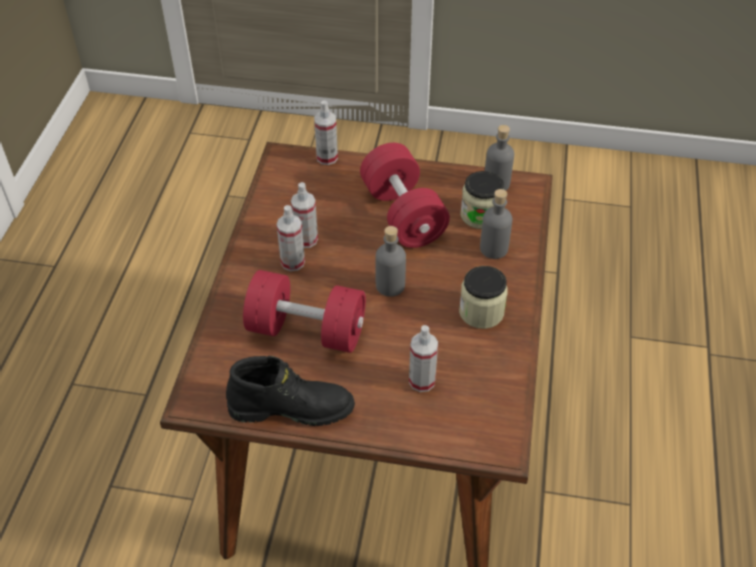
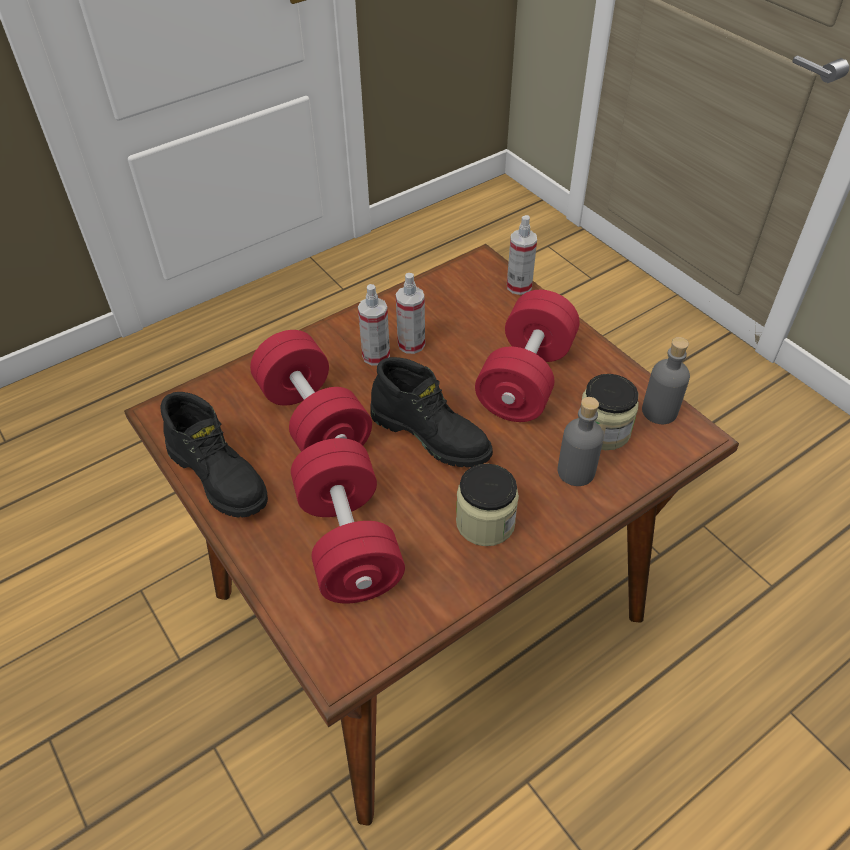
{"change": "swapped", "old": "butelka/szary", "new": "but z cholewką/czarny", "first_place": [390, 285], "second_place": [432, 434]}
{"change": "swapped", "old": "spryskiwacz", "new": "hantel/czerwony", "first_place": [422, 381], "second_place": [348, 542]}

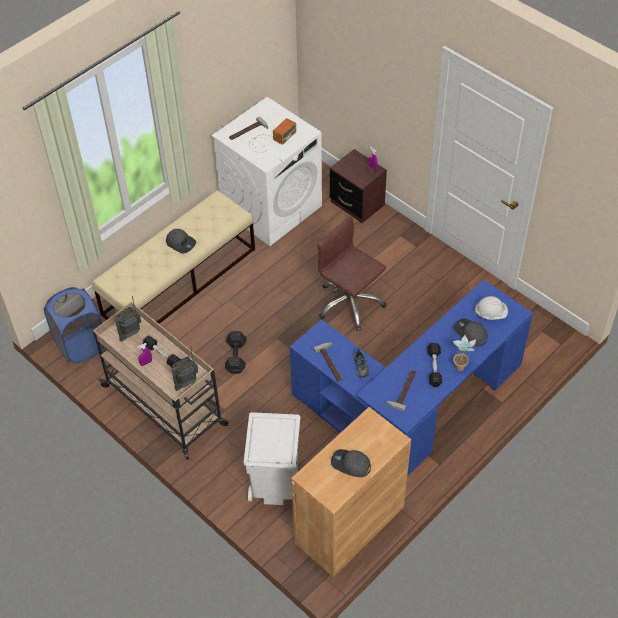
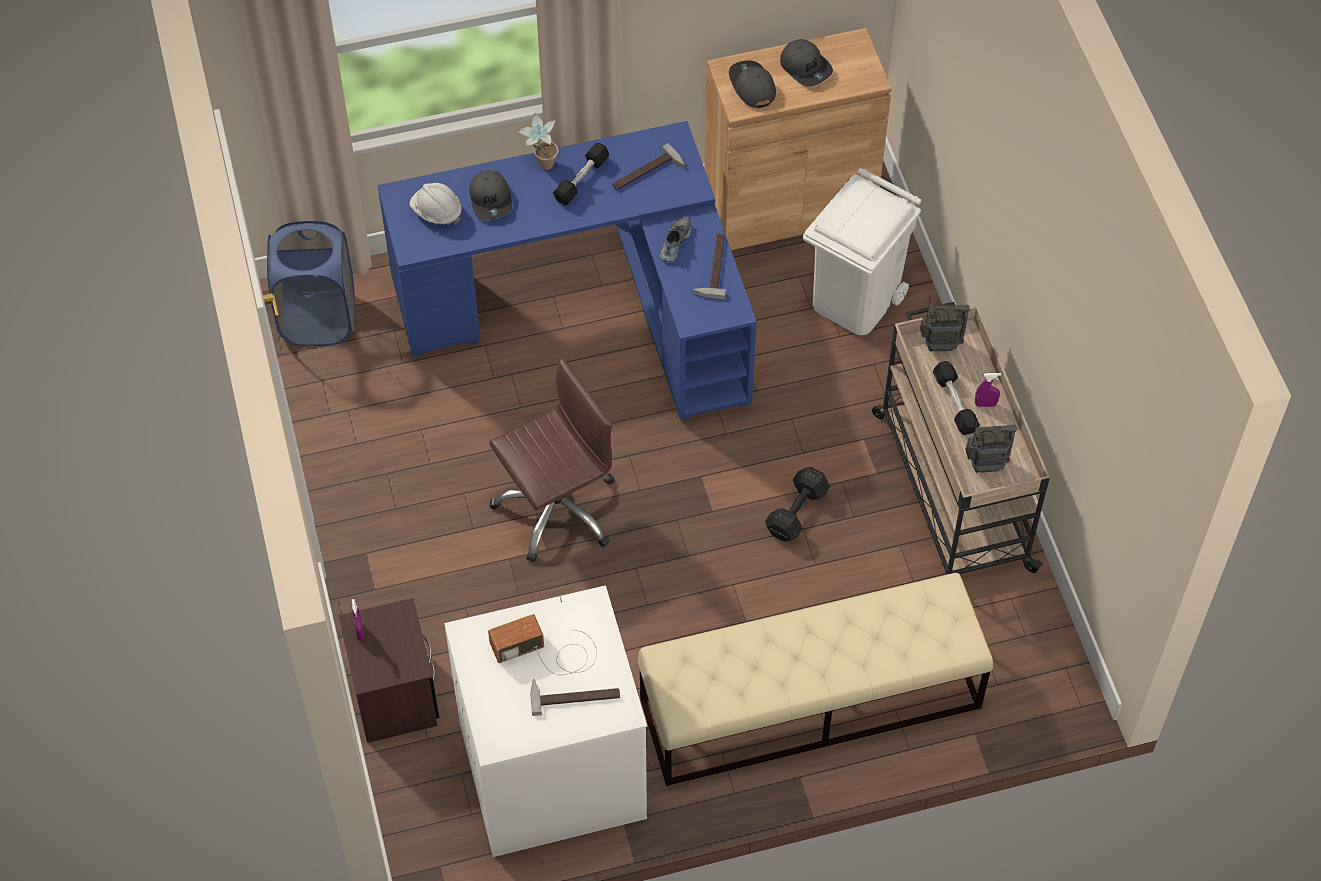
{"change": "shifted", "old": "kosz na pranie/niebieski", "first_place": [81, 345], "second_place": [318, 319]}
{"change": "shifted", "old": "czapka z daszkiem/szary", "first_place": [181, 243], "second_place": [751, 86]}
{"change": "rotated", "old": "krzesło biurowe/brązowy", "first_place": [350, 304], "second_place": [556, 508], "degrees": -105}

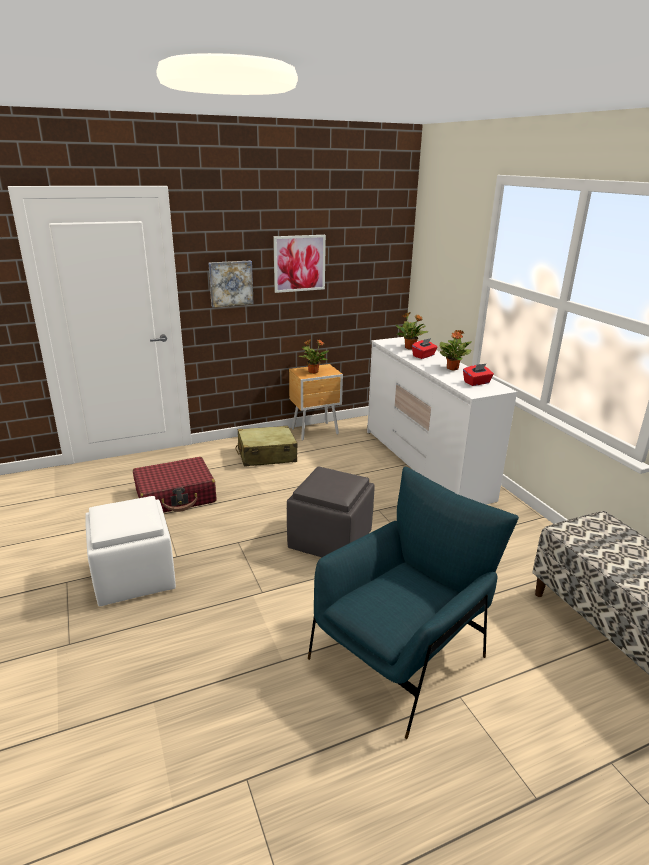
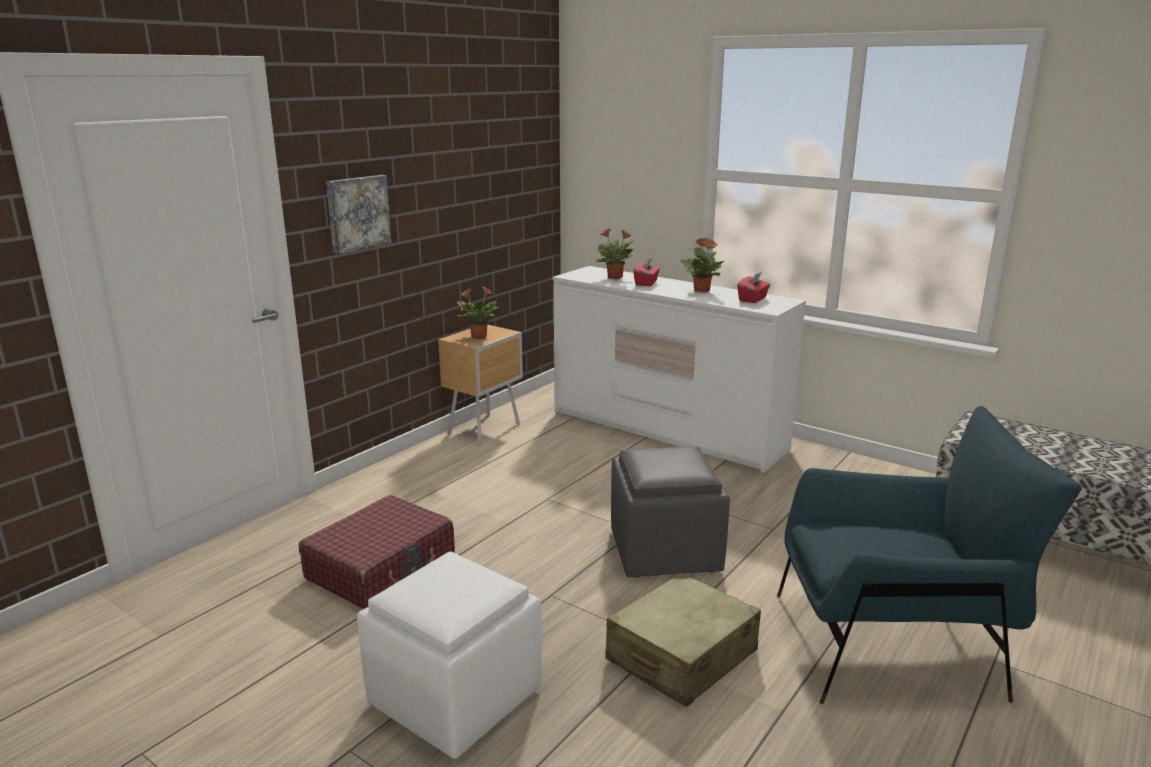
{"change": "gone", "old": "obraz", "first_place": [299, 263]}
{"change": "shifted", "old": "walizka/beżowy", "first_place": [266, 455], "second_place": [681, 656]}
{"change": "rotated", "old": "fotel/niebieski", "first_place": [401, 654], "second_place": [893, 644], "degrees": 75}

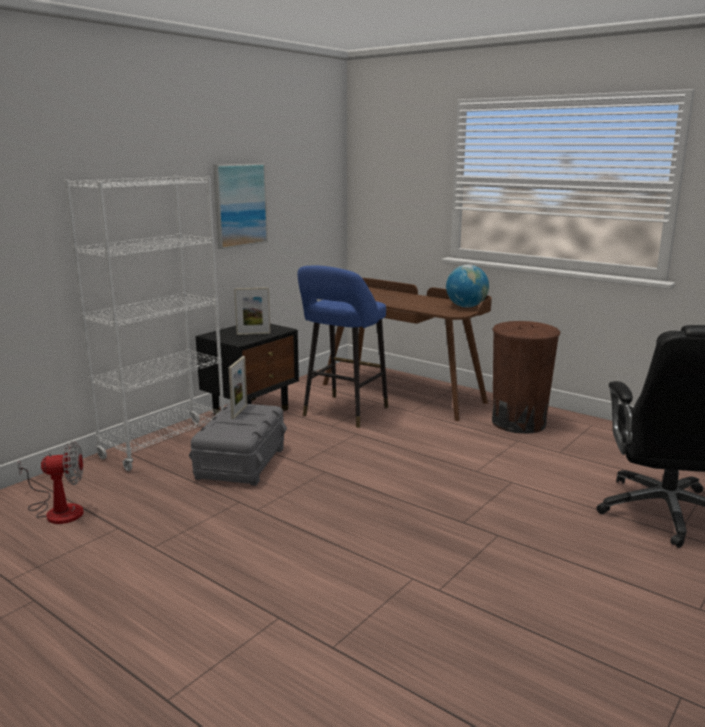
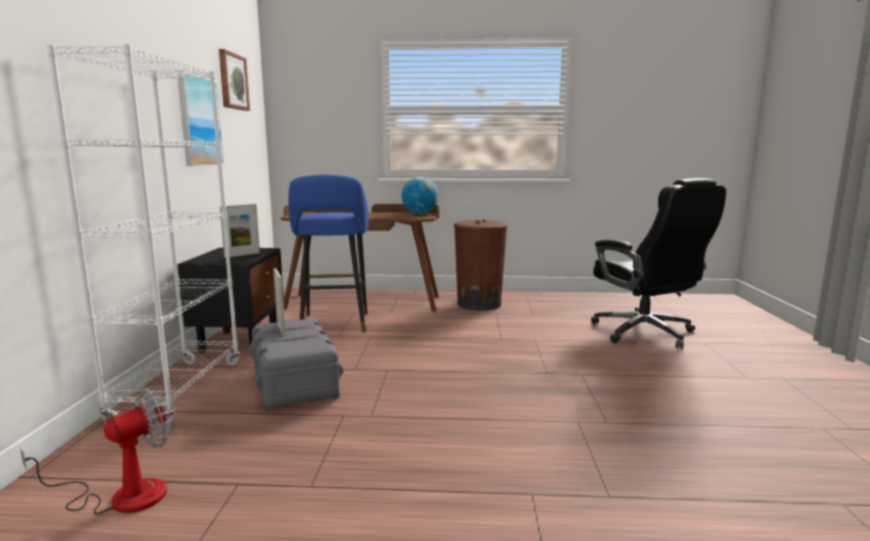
{"change": "new", "new": "obraz", "second_place": [232, 81]}

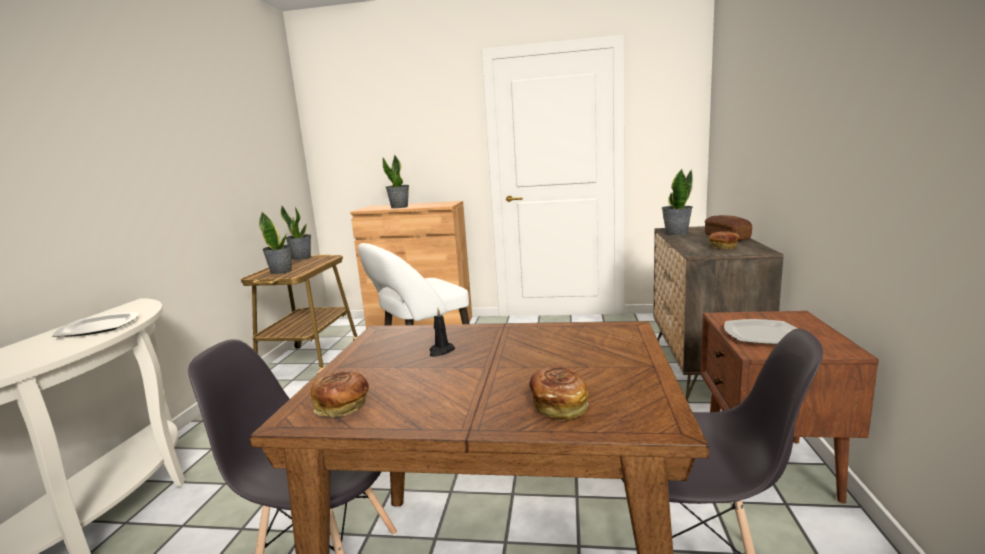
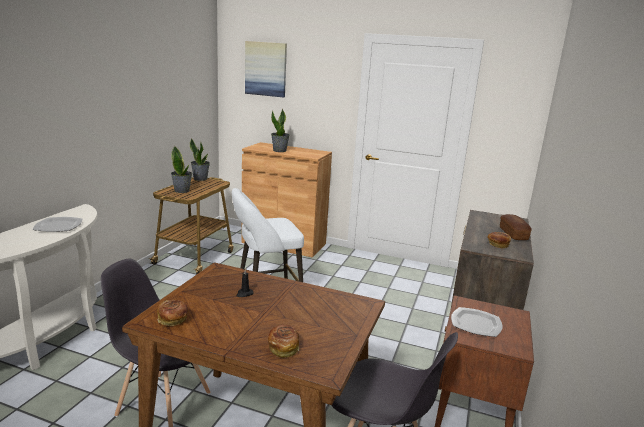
{"change": "gone", "old": "roślina doniczkowa", "first_place": [676, 233]}
{"change": "new", "new": "obraz", "second_place": [266, 69]}

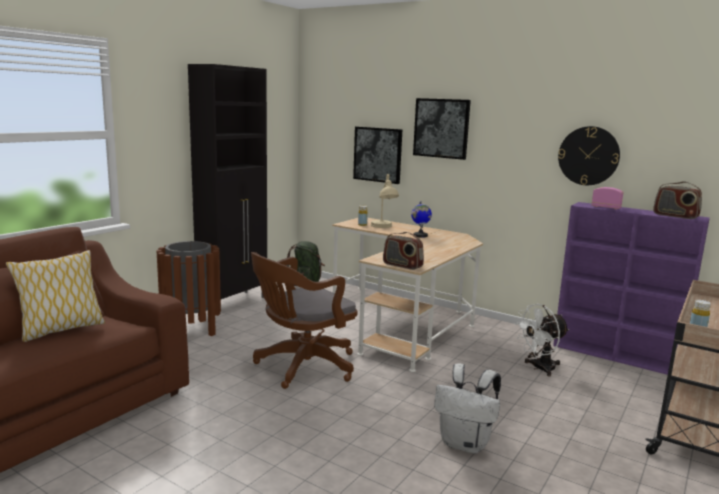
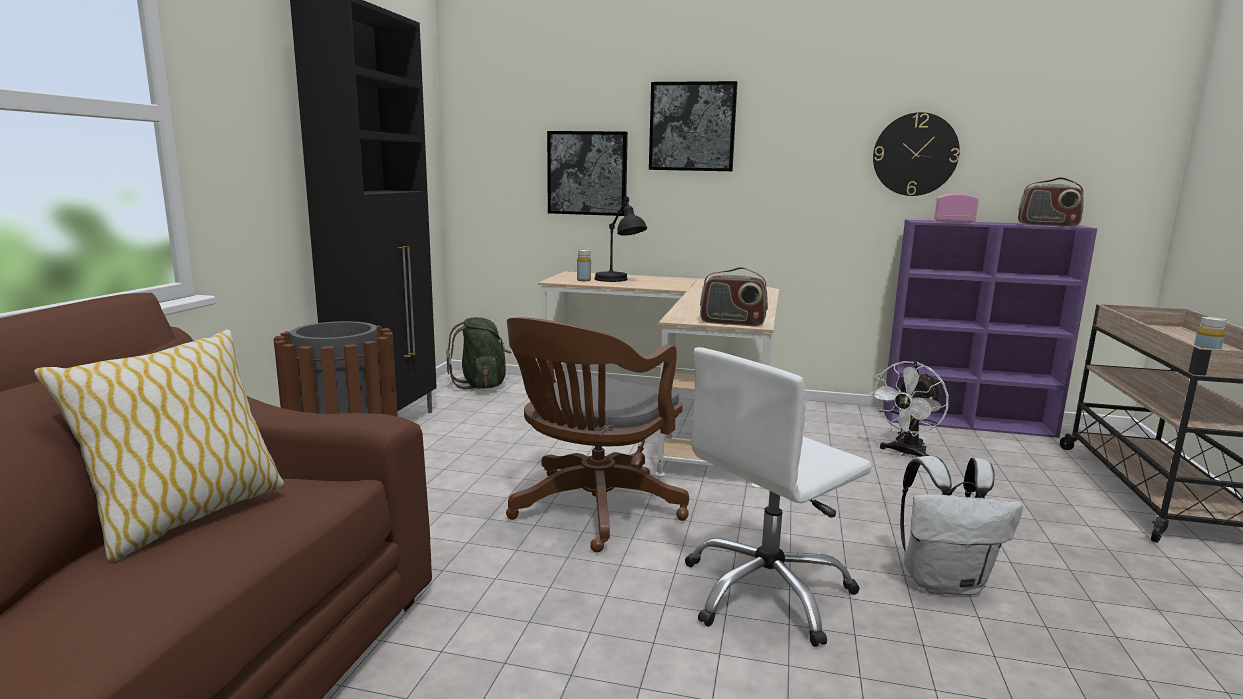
{"change": "gone", "old": "globus", "first_place": [420, 235]}
{"change": "new", "new": "krzesło biurowe/biały", "second_place": [767, 592]}
{"change": "repainted", "old": "lampa stołowa/beżowy", "new": "lampa stołowa/czarny", "first_place": [384, 227], "second_place": [619, 281]}

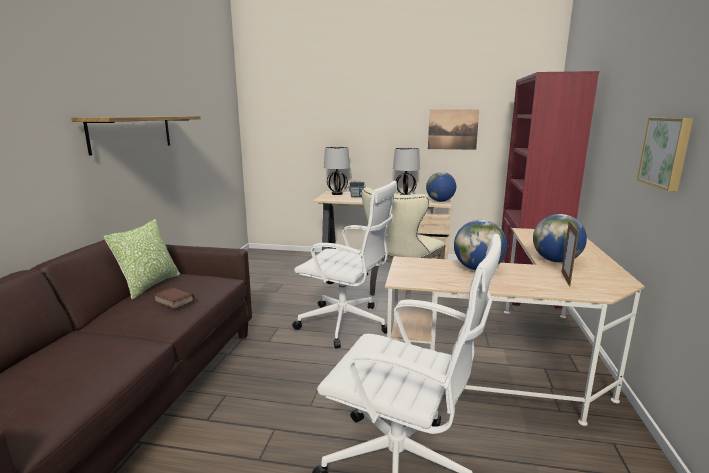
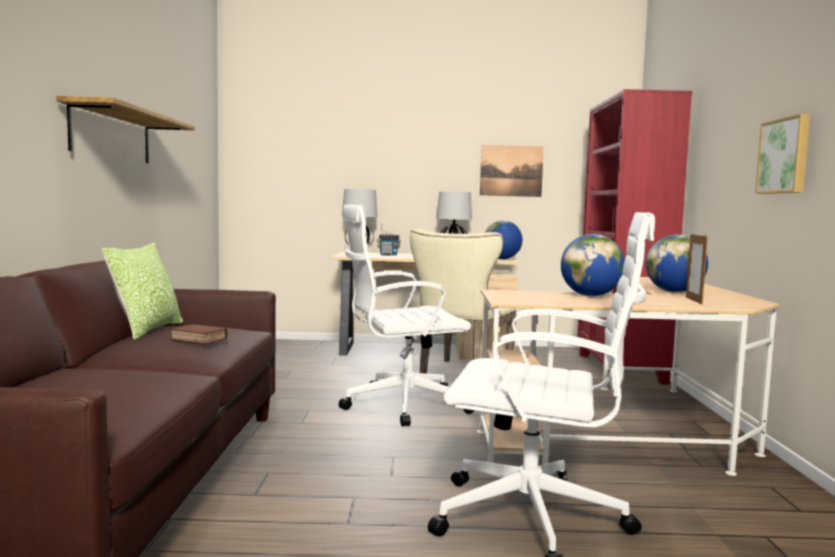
{"change": "rotated", "old": "krzesło biurowe/biały", "first_place": [346, 324], "second_place": [401, 405], "degrees": 150}

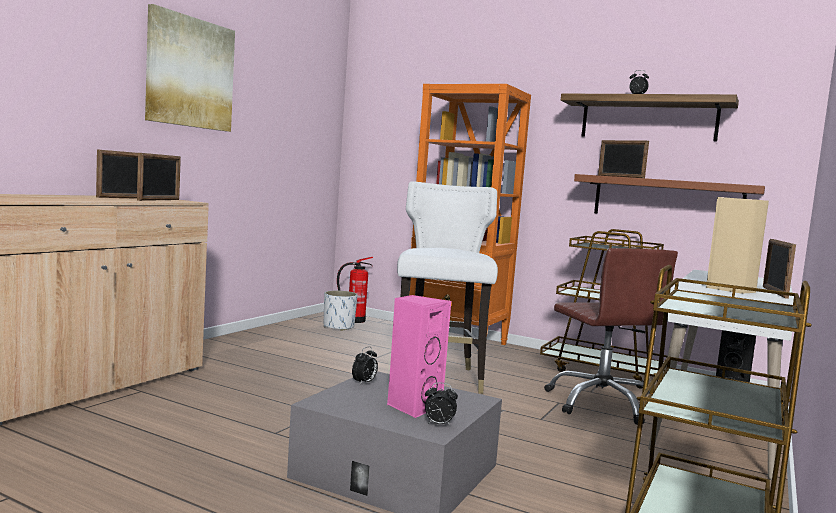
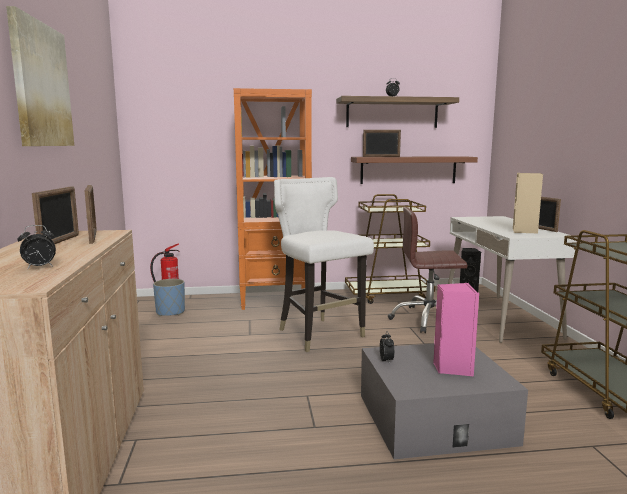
{"change": "shifted", "old": "budzik", "first_place": [438, 424], "second_place": [39, 267]}
{"change": "repainted", "old": "donica/biały", "new": "donica/niebieski", "first_place": [339, 327], "second_place": [170, 312]}
{"change": "rotated", "old": "krzesło biurowe/brązowy", "first_place": [601, 403], "second_place": [428, 319], "degrees": 150}

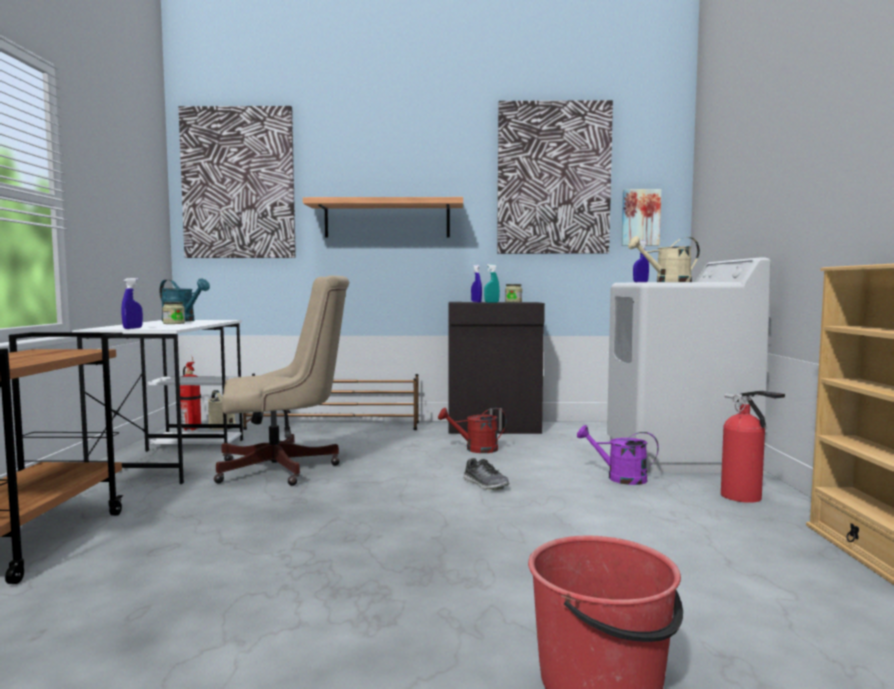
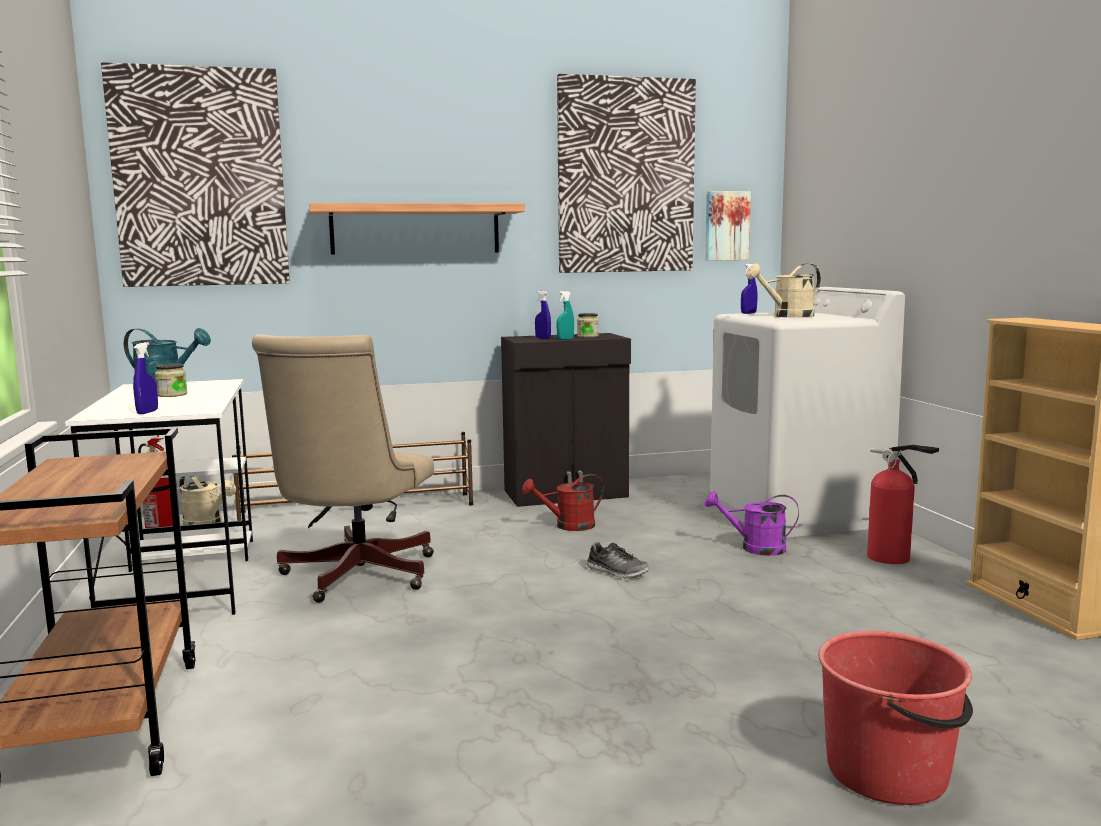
{"change": "rotated", "old": "krzesło biurowe/beżowy", "first_place": [284, 468], "second_place": [353, 577], "degrees": 135}

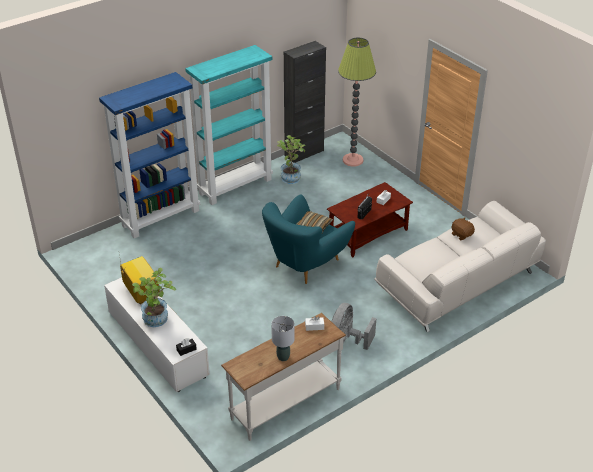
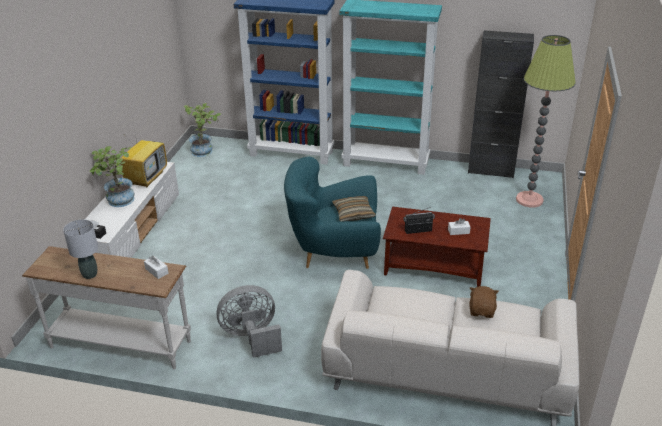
{"change": "shifted", "old": "roślina doniczkowa", "first_place": [291, 176], "second_place": [205, 150]}

